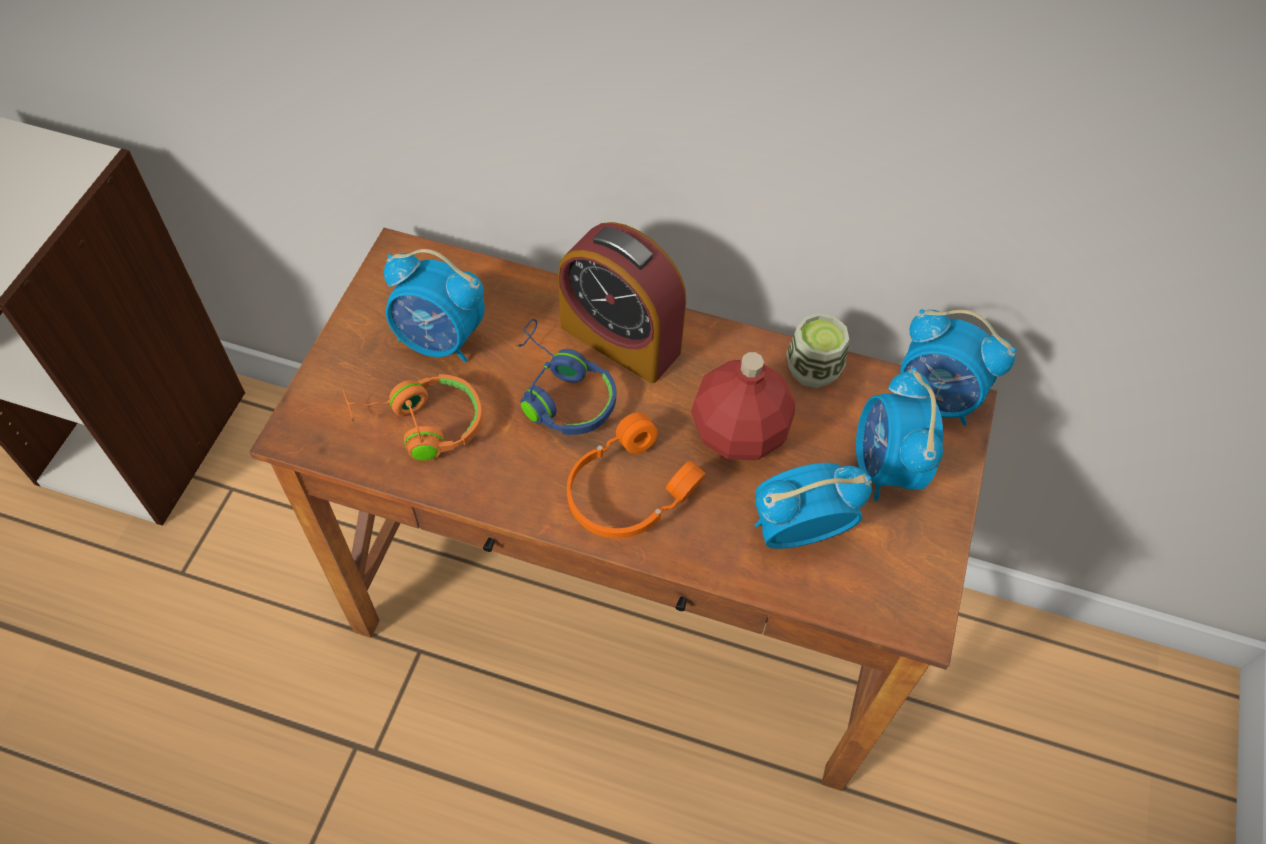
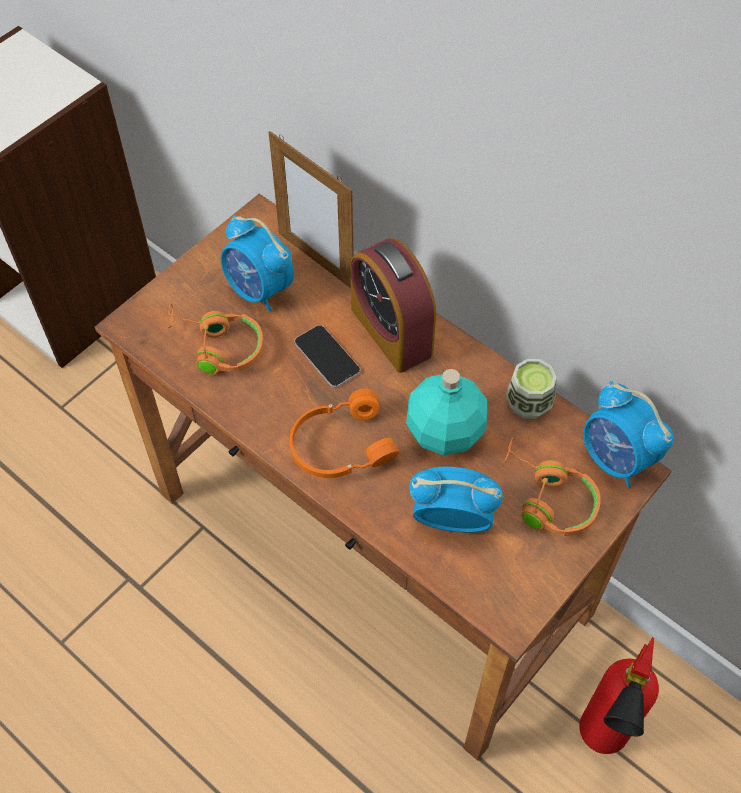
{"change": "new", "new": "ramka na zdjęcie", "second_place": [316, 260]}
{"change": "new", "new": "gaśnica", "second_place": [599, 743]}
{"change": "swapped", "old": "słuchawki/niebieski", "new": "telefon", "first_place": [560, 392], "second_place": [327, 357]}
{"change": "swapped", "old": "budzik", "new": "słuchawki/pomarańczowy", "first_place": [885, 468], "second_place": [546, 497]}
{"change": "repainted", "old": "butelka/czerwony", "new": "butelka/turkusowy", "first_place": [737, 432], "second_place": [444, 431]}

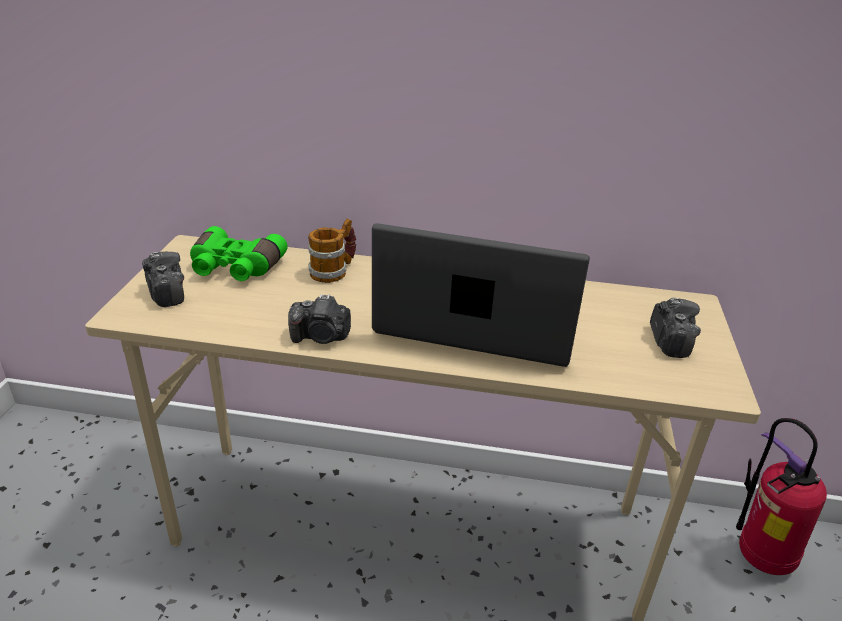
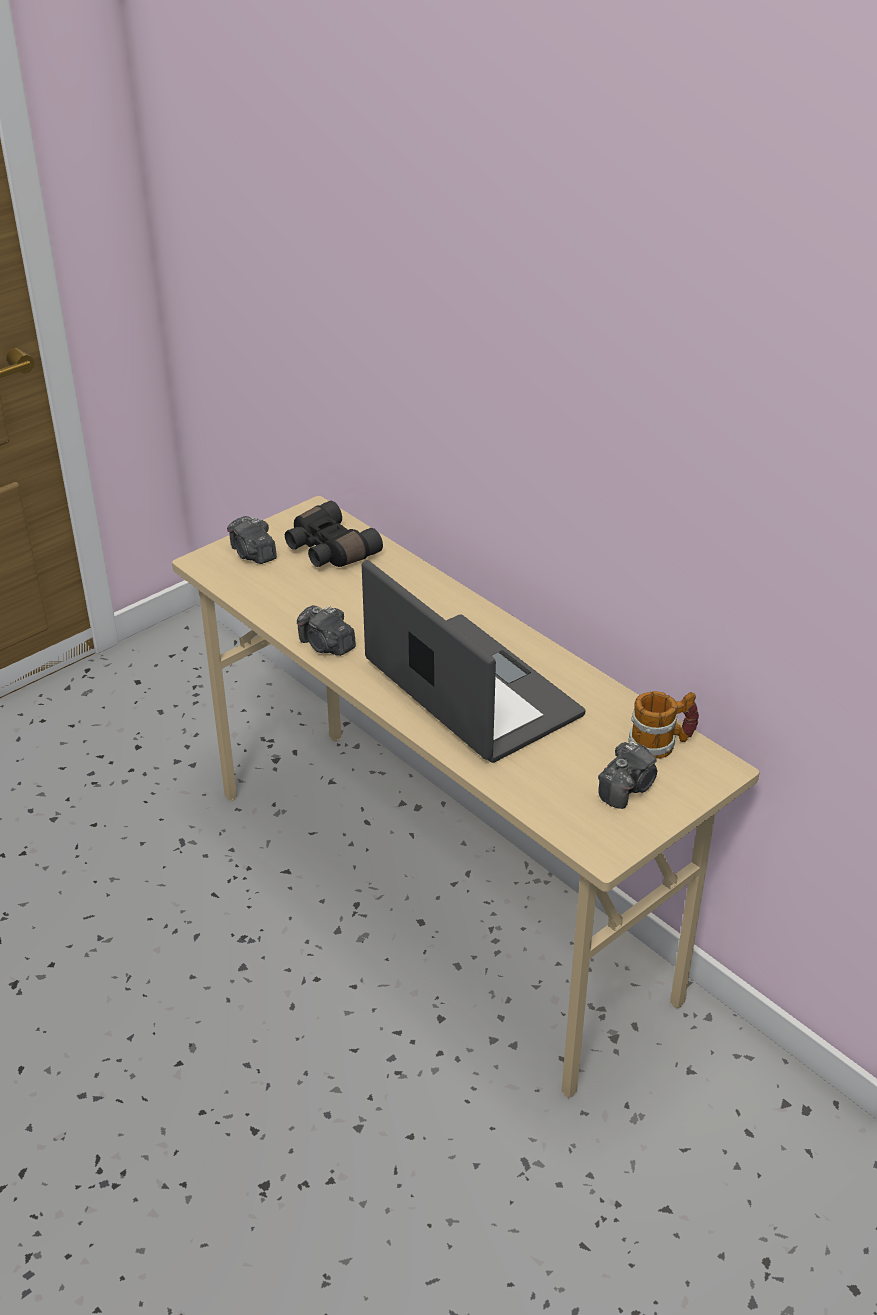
{"change": "gone", "old": "gaśnica", "first_place": [758, 558]}
{"change": "shifted", "old": "kubek", "first_place": [334, 271], "second_place": [661, 744]}
{"change": "repainted", "old": "lornetka/zielony", "new": "lornetka/czarny", "first_place": [234, 268], "second_place": [328, 550]}
{"change": "rotated", "old": "aparat fotograficzny", "first_place": [166, 293], "second_place": [253, 554], "degrees": 135}

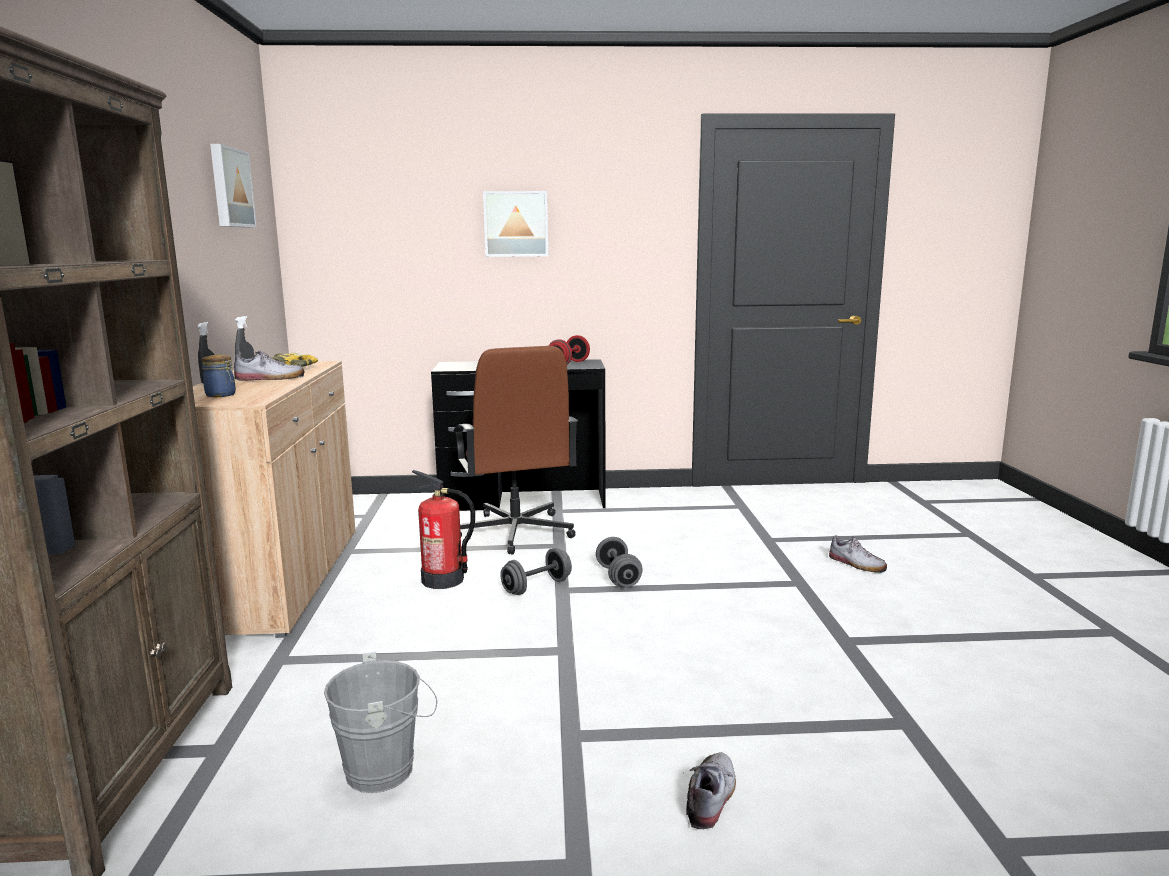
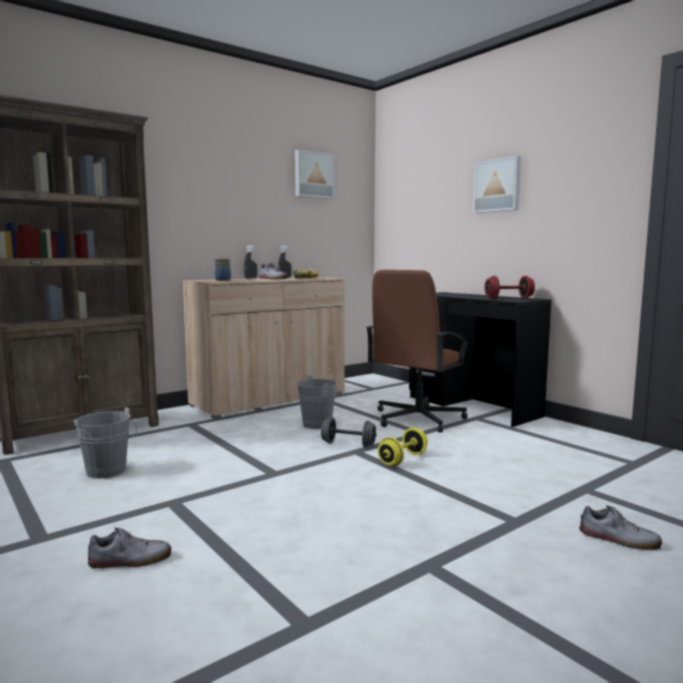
{"change": "swapped", "old": "gaśnica", "new": "wiadro/szary", "first_place": [443, 580], "second_place": [320, 424]}
{"change": "repainted", "old": "hantel/szary", "new": "hantel/żółty", "first_place": [618, 577], "second_place": [403, 459]}
{"change": "rotated", "old": "but", "first_place": [856, 564], "second_place": [618, 539], "degrees": -75}

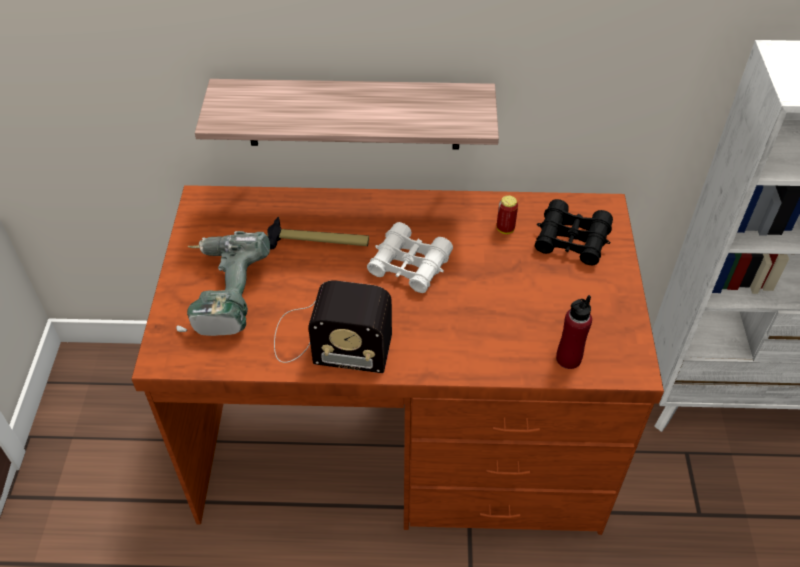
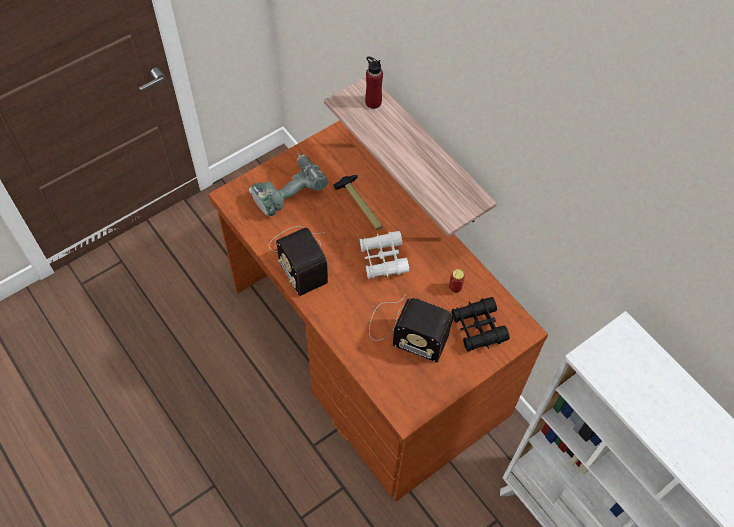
{"change": "new", "new": "radio", "second_place": [405, 330]}
{"change": "shifted", "old": "butelka/czerwony", "first_place": [568, 358], "second_place": [373, 102]}

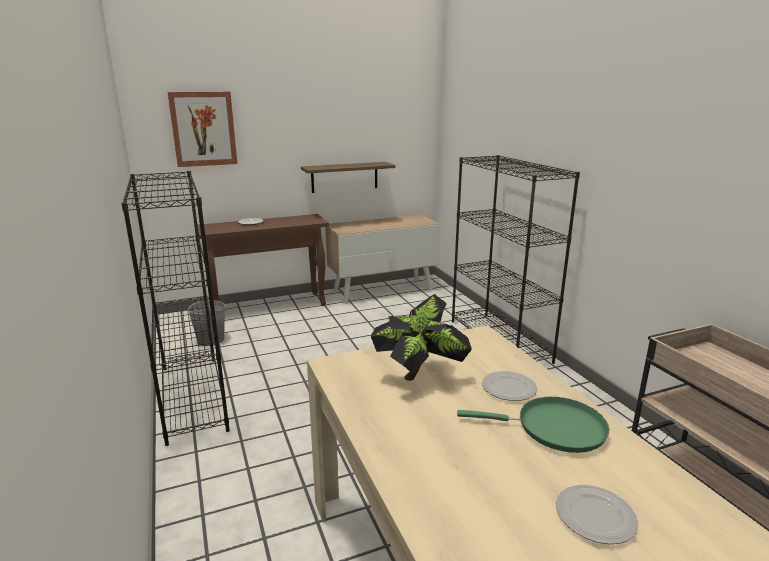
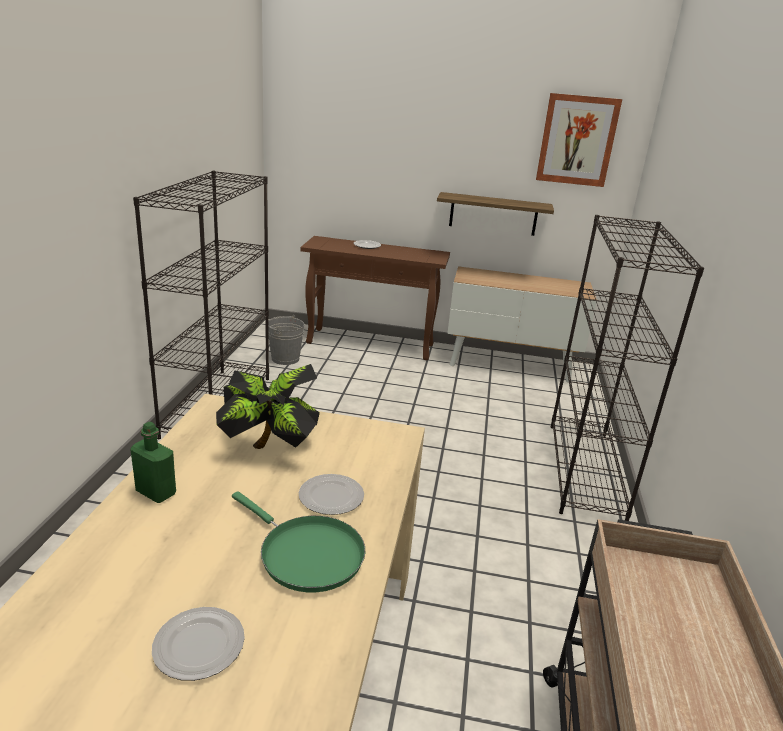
{"change": "new", "new": "butelka/zielony", "second_place": [156, 492]}
{"change": "shifted", "old": "obraz", "first_place": [203, 129], "second_place": [577, 140]}

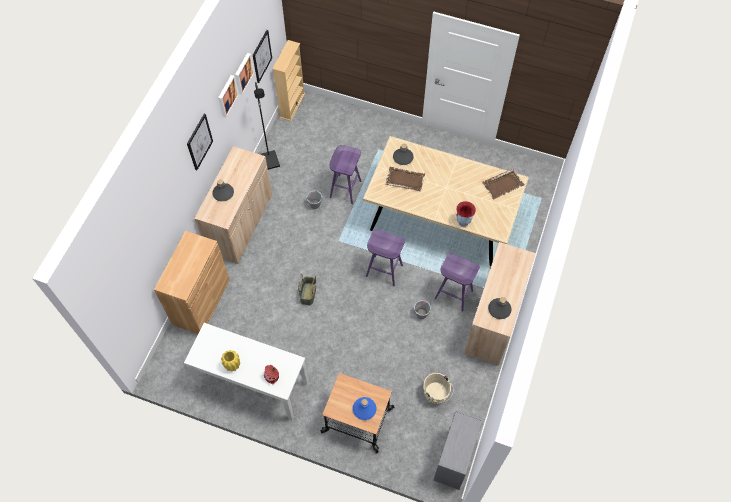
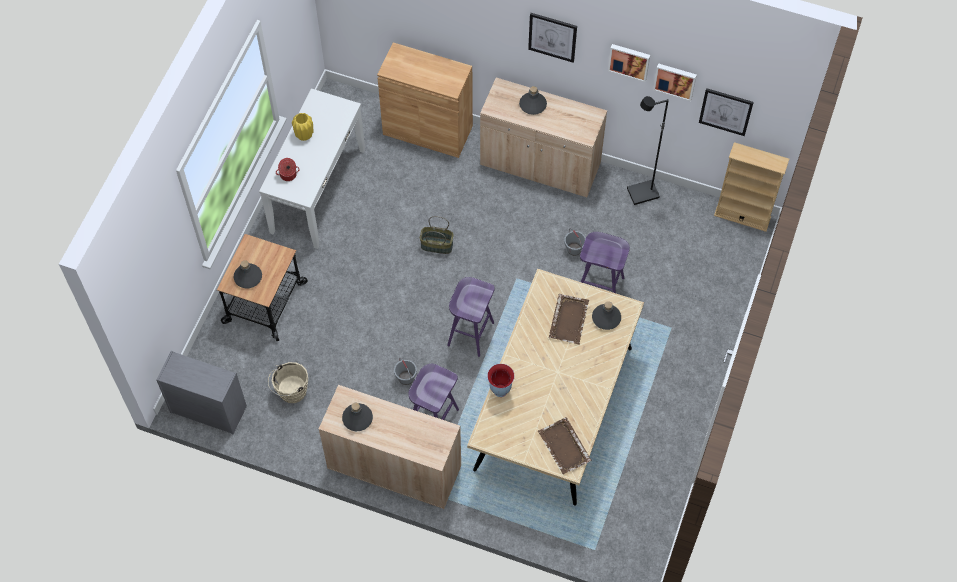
{"change": "repainted", "old": "butelka/niebieski", "new": "butelka/szary", "first_place": [364, 409], "second_place": [248, 277]}

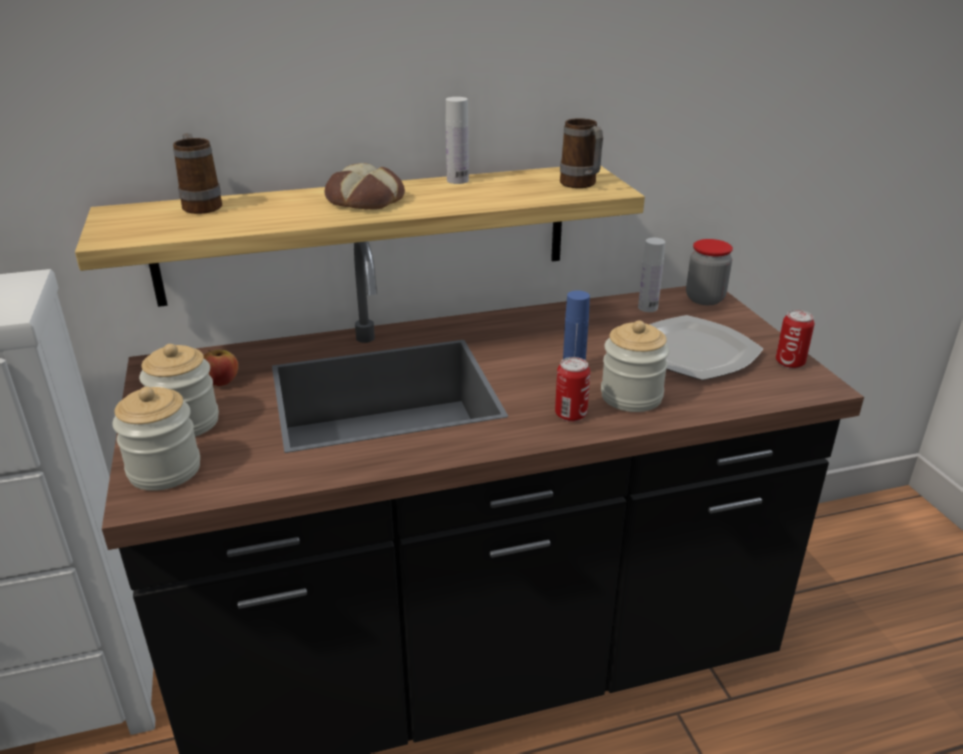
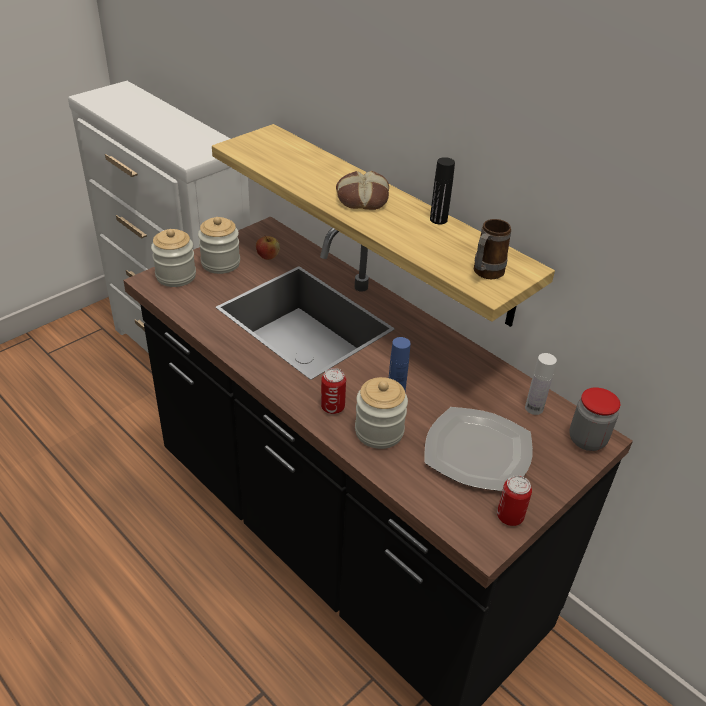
{"change": "gone", "old": "kubek", "first_place": [201, 205]}
{"change": "repainted", "old": "butelka/biały", "new": "butelka/czarny", "first_place": [457, 180], "second_place": [438, 219]}

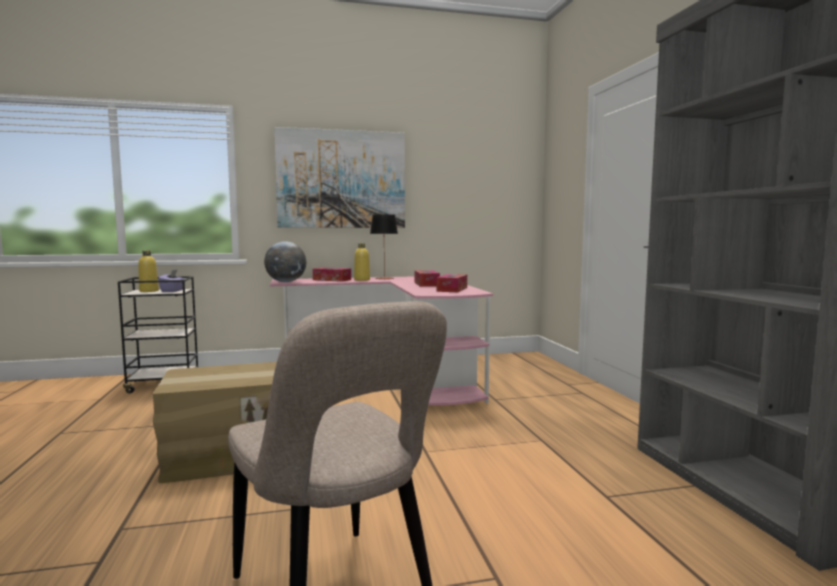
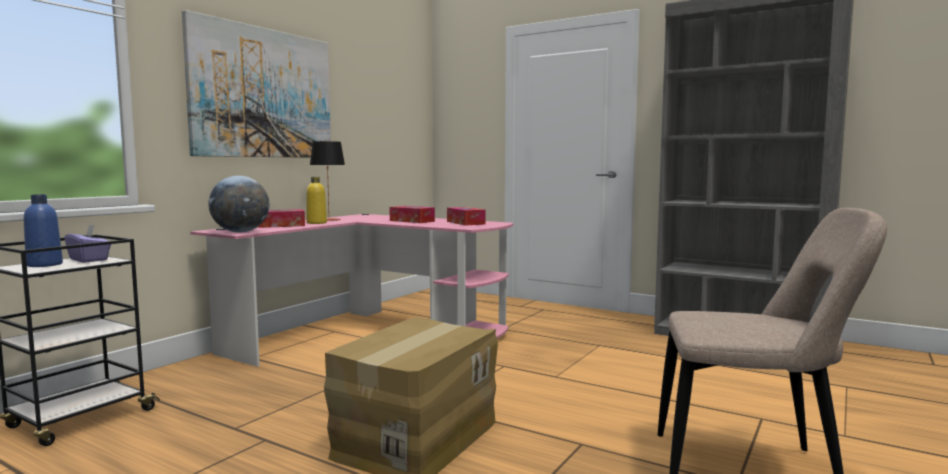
{"change": "repainted", "old": "butelka/żółty", "new": "butelka/niebieski", "first_place": [149, 291], "second_place": [44, 265]}

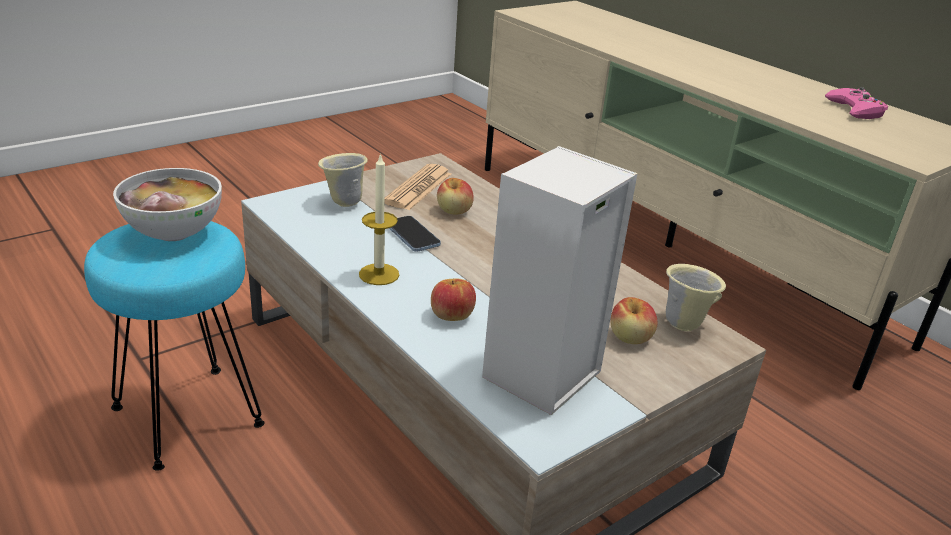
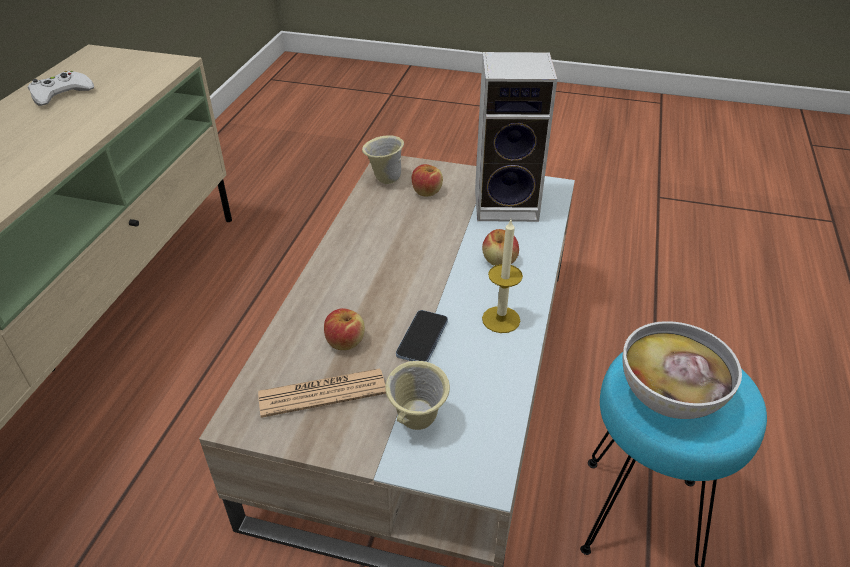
{"change": "repainted", "old": "pad do gier/różowy", "new": "pad do gier/biały", "first_place": [855, 110], "second_place": [61, 94]}

